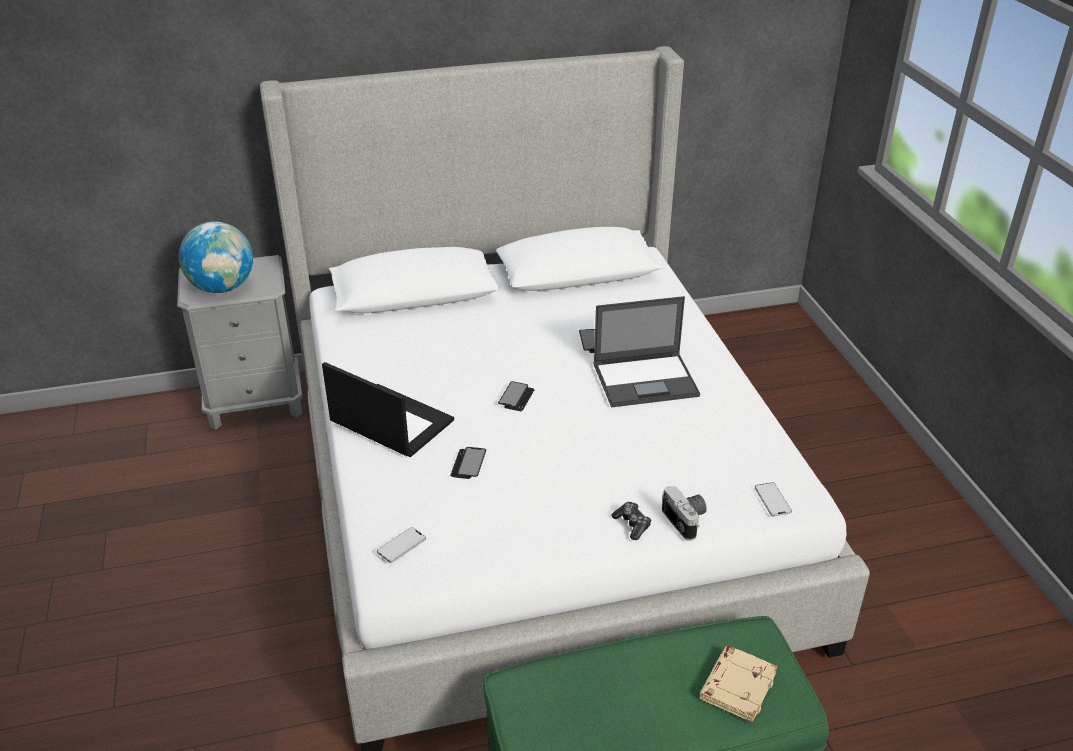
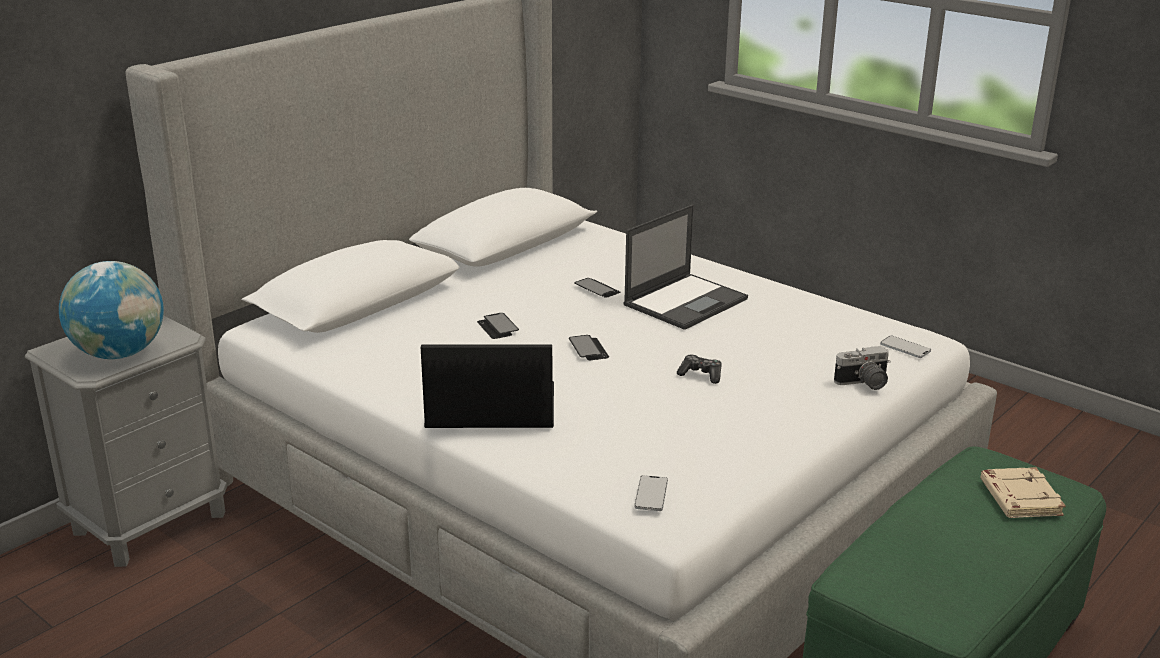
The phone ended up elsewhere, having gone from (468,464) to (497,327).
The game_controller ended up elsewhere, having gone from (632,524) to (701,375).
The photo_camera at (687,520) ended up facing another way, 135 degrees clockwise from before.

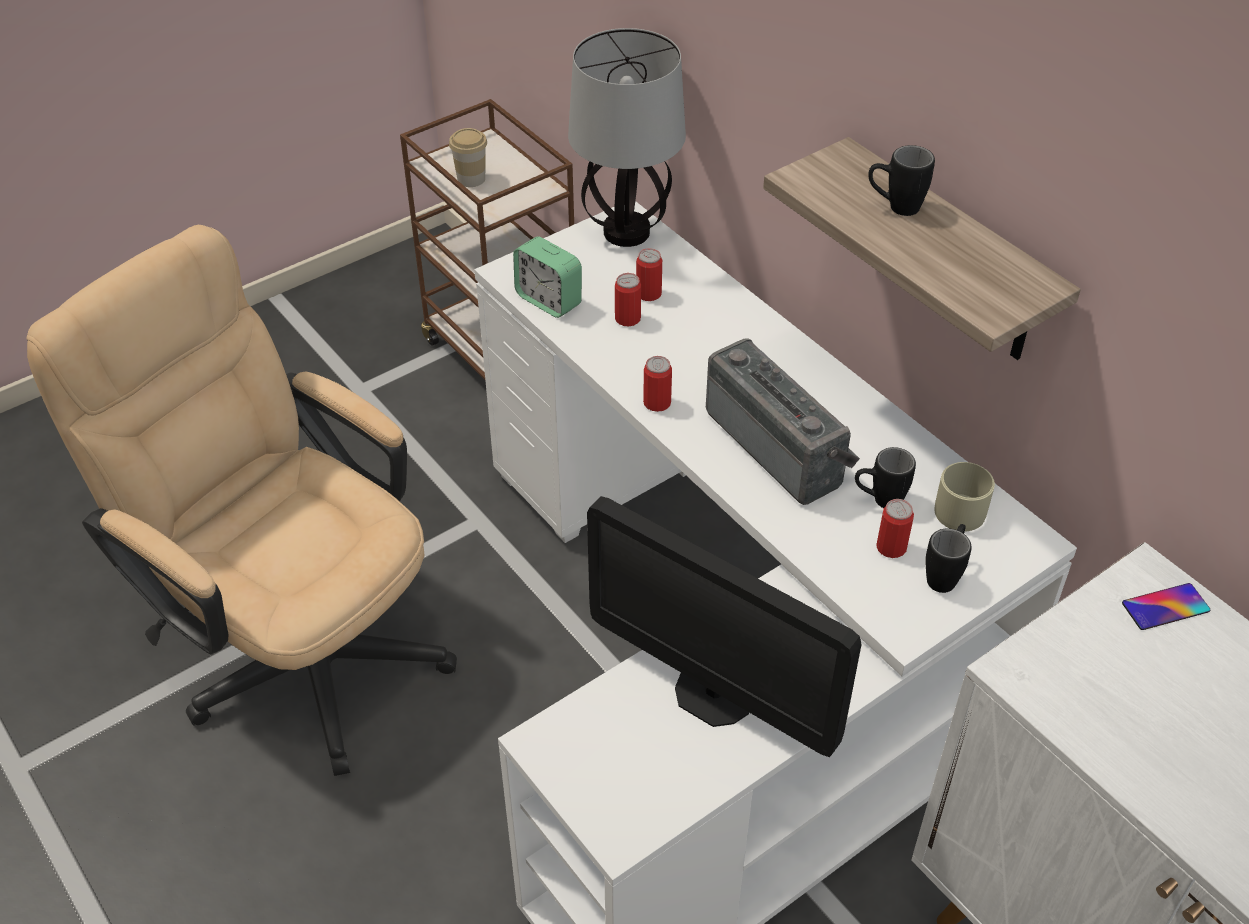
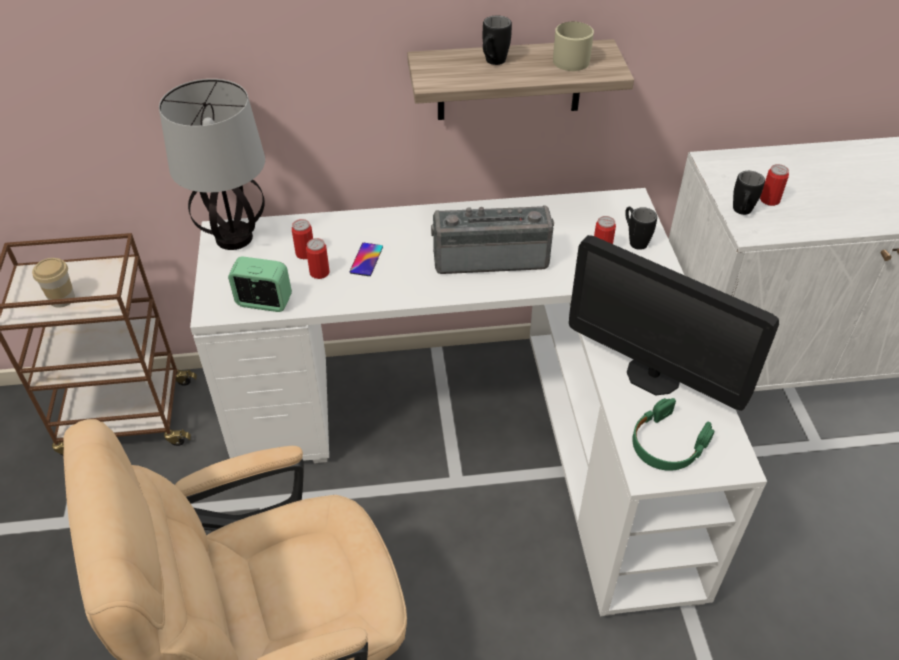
The alarm_clock at (549,300) ended up facing another way, 150 degrees counterclockwise from before.
The monitor at (714,694) ended up facing another way, 60 degrees clockwise from before.
The can ended up elsewhere, having gone from (657,403) to (769,200).
The black_mug ended up elsewhere, having gone from (879,500) to (741,213).
The beige_mug ended up elsewhere, having gone from (962,507) to (568,59).
The phone ended up elsewhere, having gone from (1165,607) to (366,259).
The second view gained the green_headphones at (667,444).

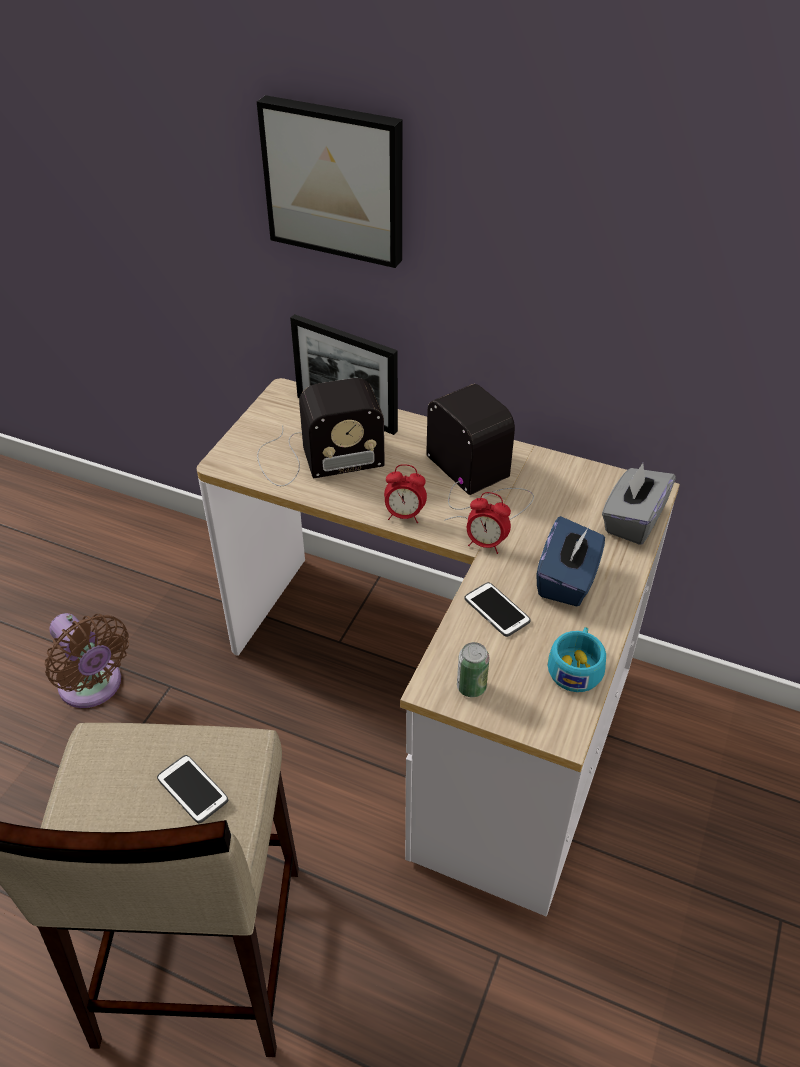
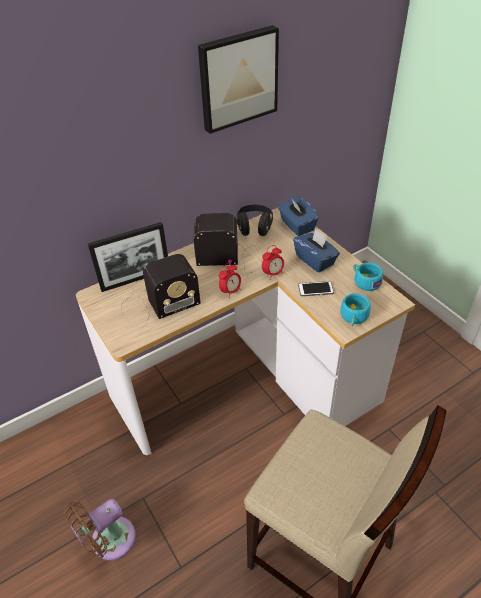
The brown_fan at (93,687) ended up facing another way, 150 degrees clockwise from before.
The second view lost the phone at (192,789).
The picture ended up elsewhere, having gone from (335,180) to (237,78).
The radio at (315,457) ended up facing another way, 45 degrees clockwise from before.
Where the can stood at (471,687), the turquoise_cup came to stand at (353,317).
What was the grey_tissue_box at (633,520) turned into the blue_tissue_box at (297,226).
The second view gained the black_headphones at (254,228).

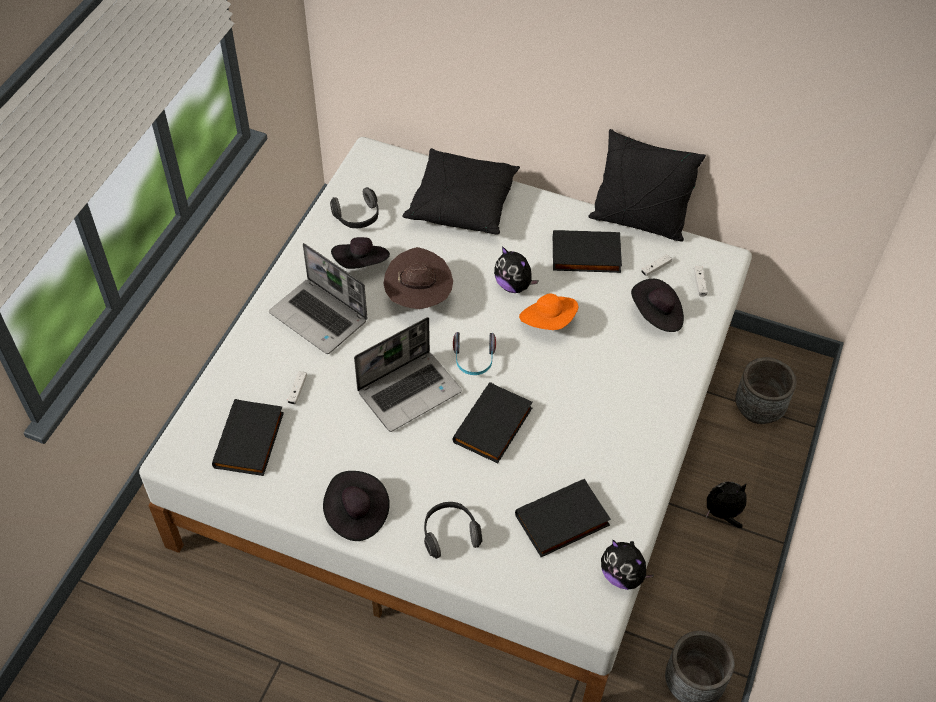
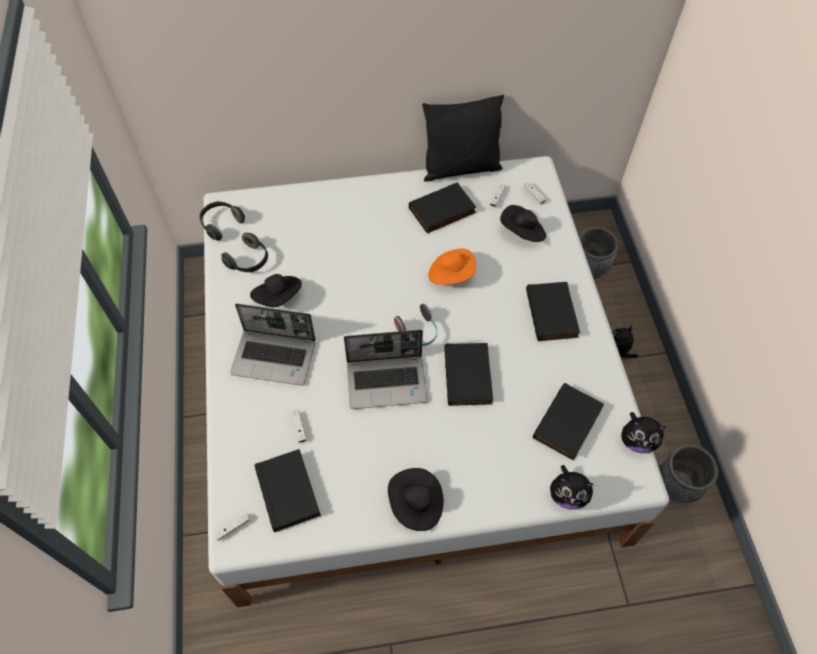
The laptop at (410,391) ended up facing another way, 60 degrees clockwise from before.
The second view lost the brown_hat at (419,299).
The second view lost the black_pillow at (462,204).
The headphones ended up elsewhere, having gone from (450,534) to (221,224).
The plush_toy ended up elsewhere, having gone from (514,285) to (567,495).
The second view gained the white_game_controller at (232,528).
The second view gained the black_book at (553,313).

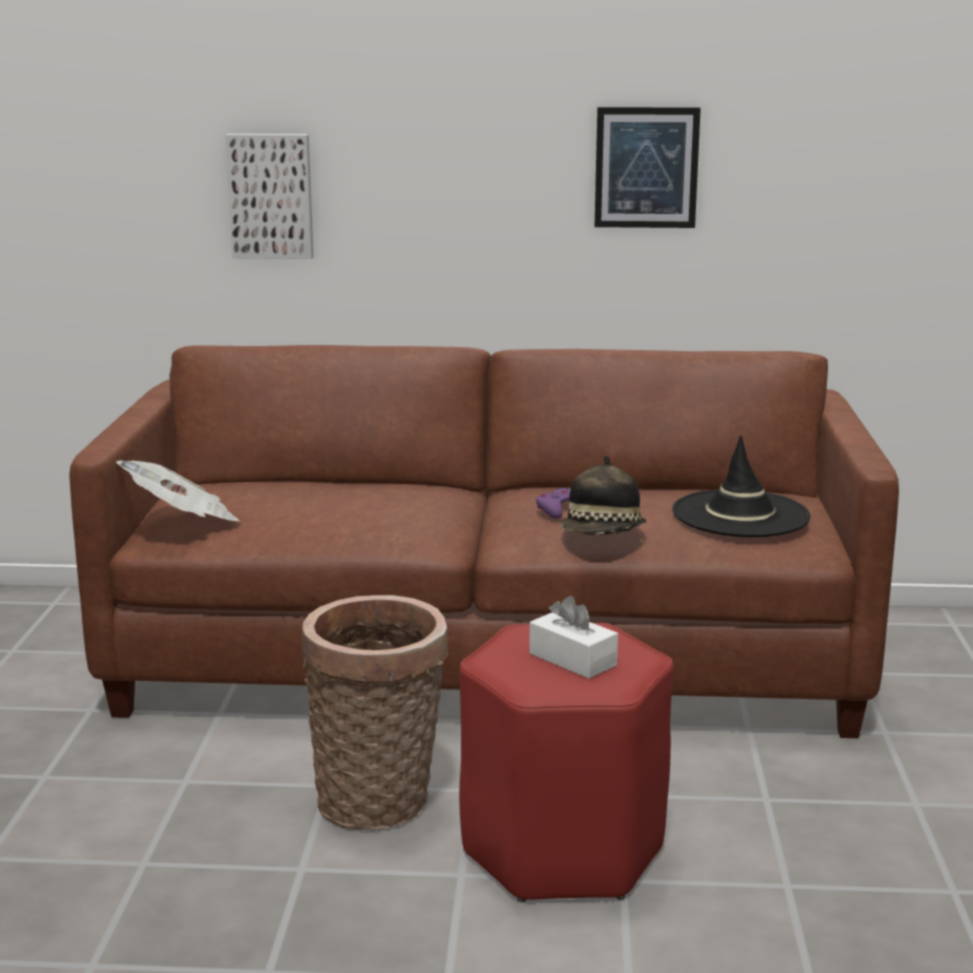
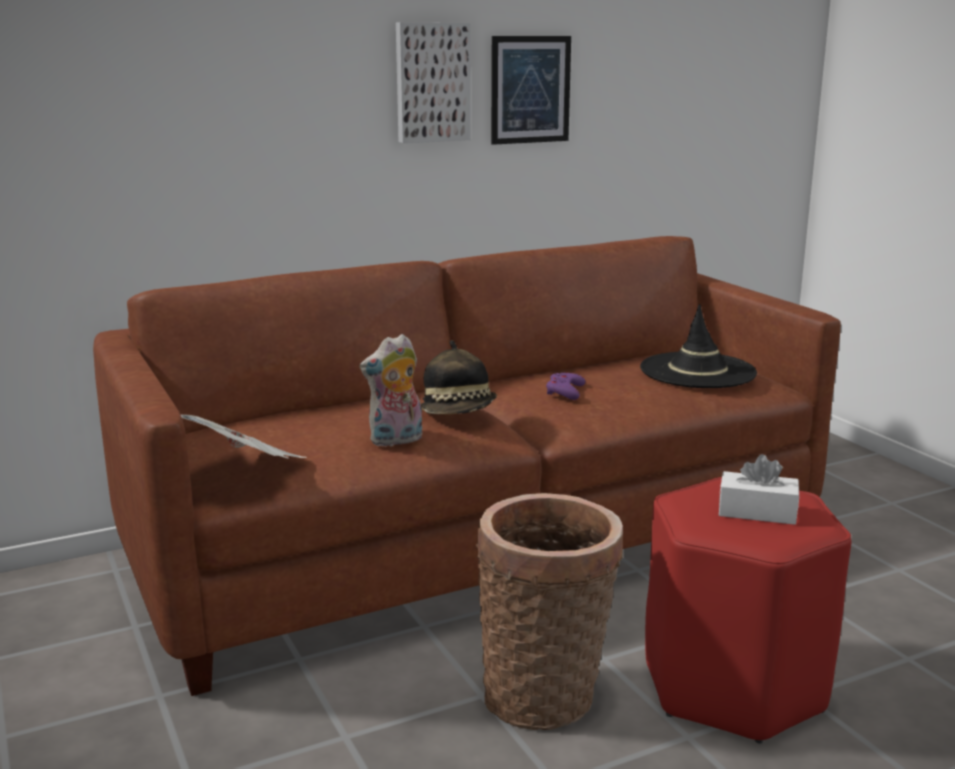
The picture ended up elsewhere, having gone from (271,196) to (431,82).
The hat ended up elsewhere, having gone from (603,535) to (459,413).
The second view gained the plush_toy at (396,441).

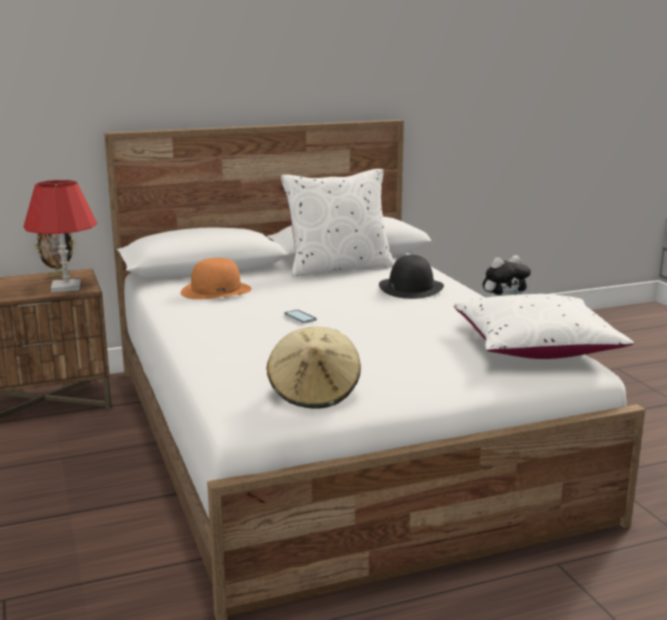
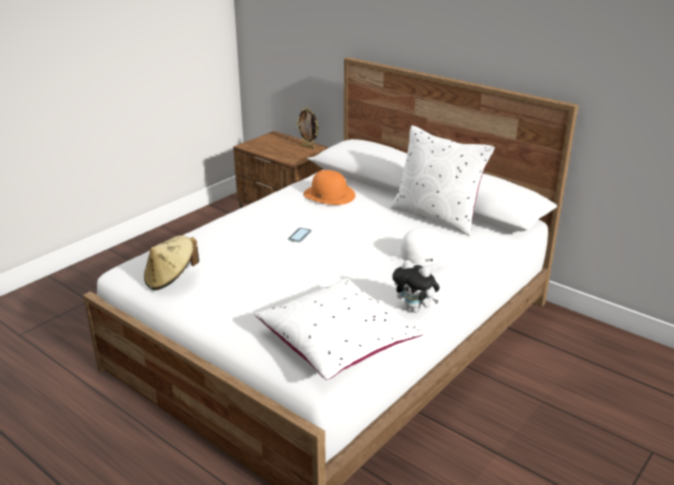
The second view lost the red_table_lamp at (66,287).
What was the black_hat at (411,288) turned into the white_hat at (421,256).

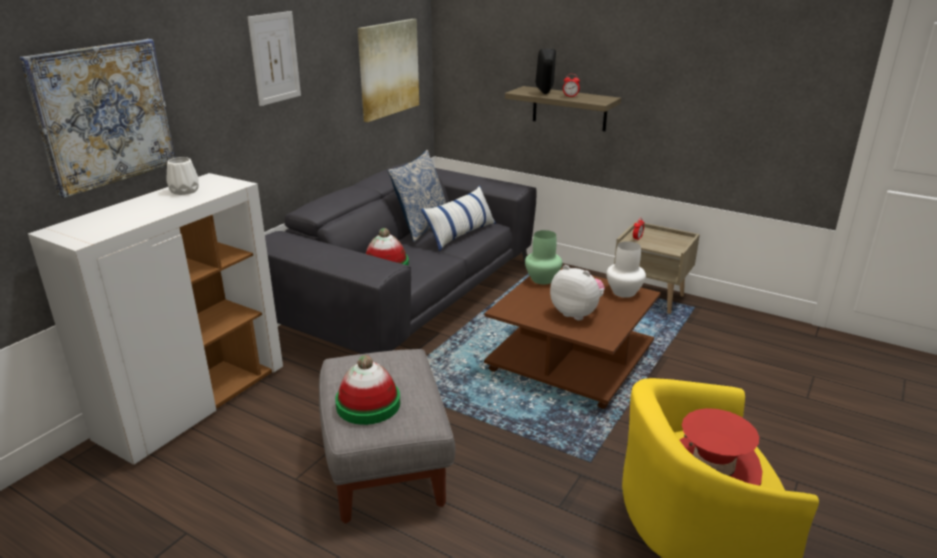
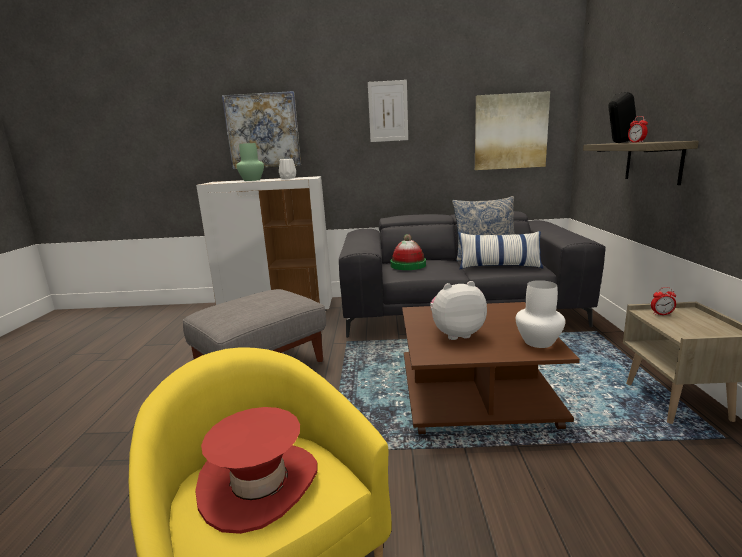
The second view lost the hat at (368,404).
The green_vase ended up elsewhere, having gone from (542,280) to (251,180).
The plush_toy at (576,313) ended up facing another way, 105 degrees counterclockwise from before.

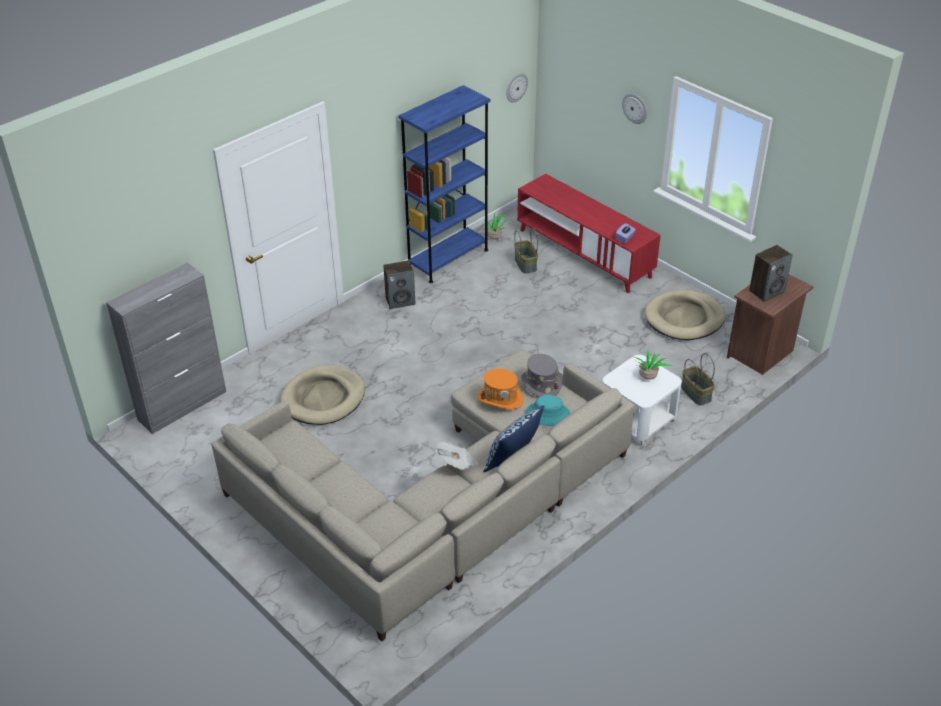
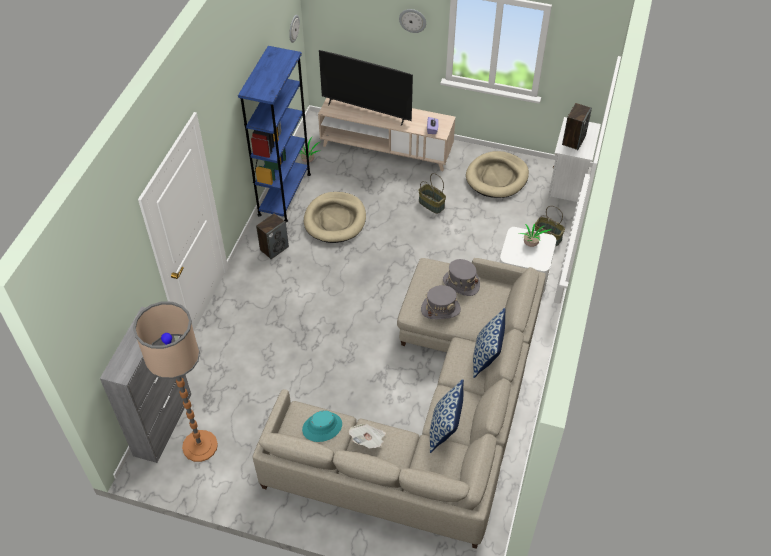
The beige_dog_bed ended up elsewhere, having gone from (323,398) to (335,219).
The newspaper ended up elsewhere, having gone from (457,463) to (368,440).
What was the orange_hat at (500,398) turned into the grey_hat at (440,309).
The basket ended up elsewhere, having gone from (526,264) to (432,204).
What was the red_tv_stand at (584,253) turned into the beige_tv_stand at (386,148).
The turquoise_hat ended up elsewhere, having gone from (548,414) to (322,427).
What was the brown_nightstand at (761,353) turned into the white_nightstand at (568,185).
The second view gained the floor_lamp at (199,446).
The second view gained the television at (366,111).
The second view gained the pillow at (444,430).

